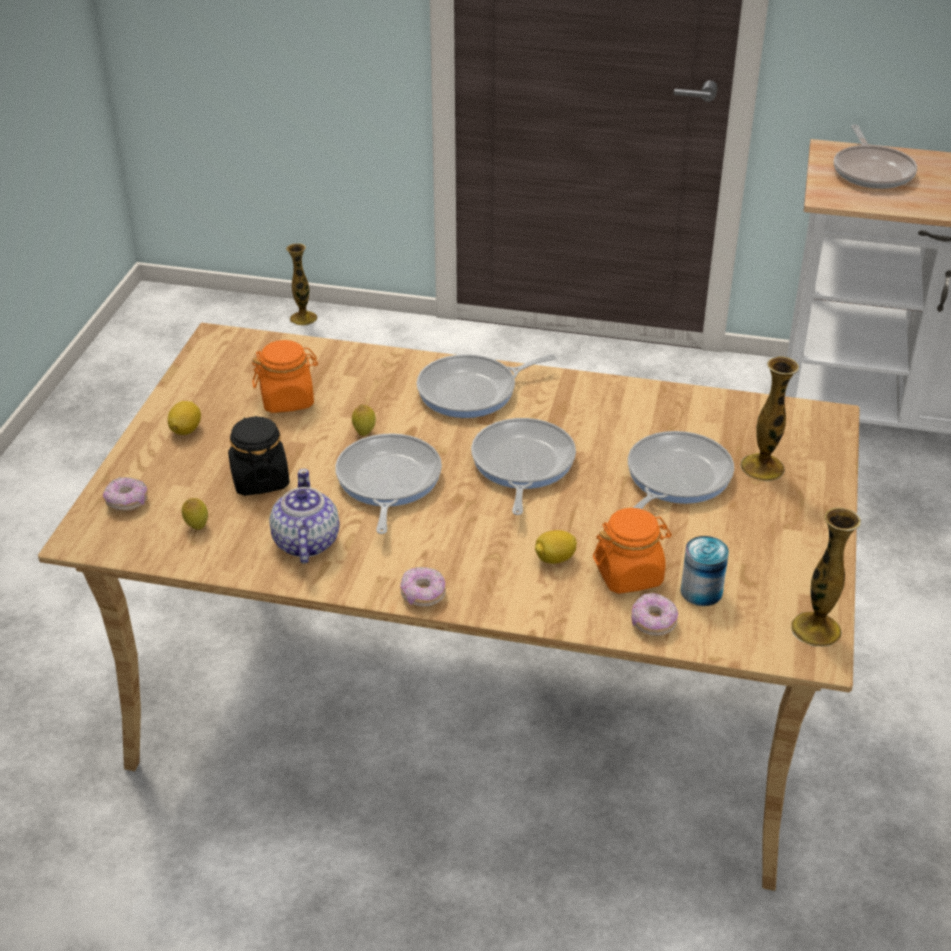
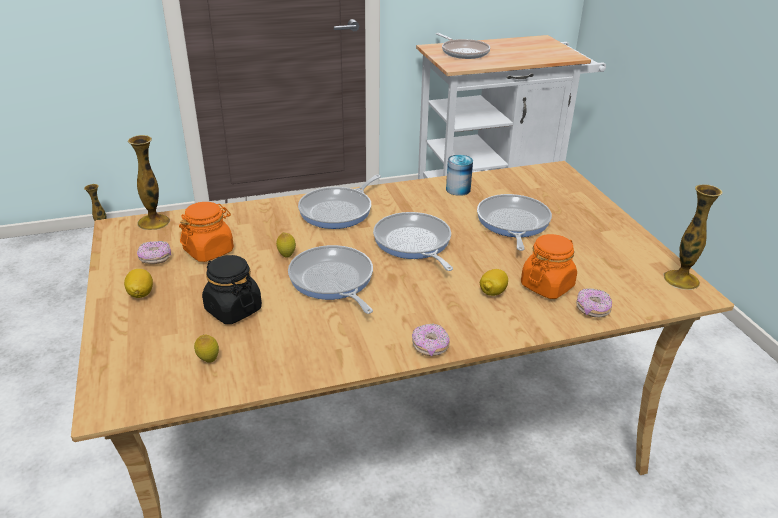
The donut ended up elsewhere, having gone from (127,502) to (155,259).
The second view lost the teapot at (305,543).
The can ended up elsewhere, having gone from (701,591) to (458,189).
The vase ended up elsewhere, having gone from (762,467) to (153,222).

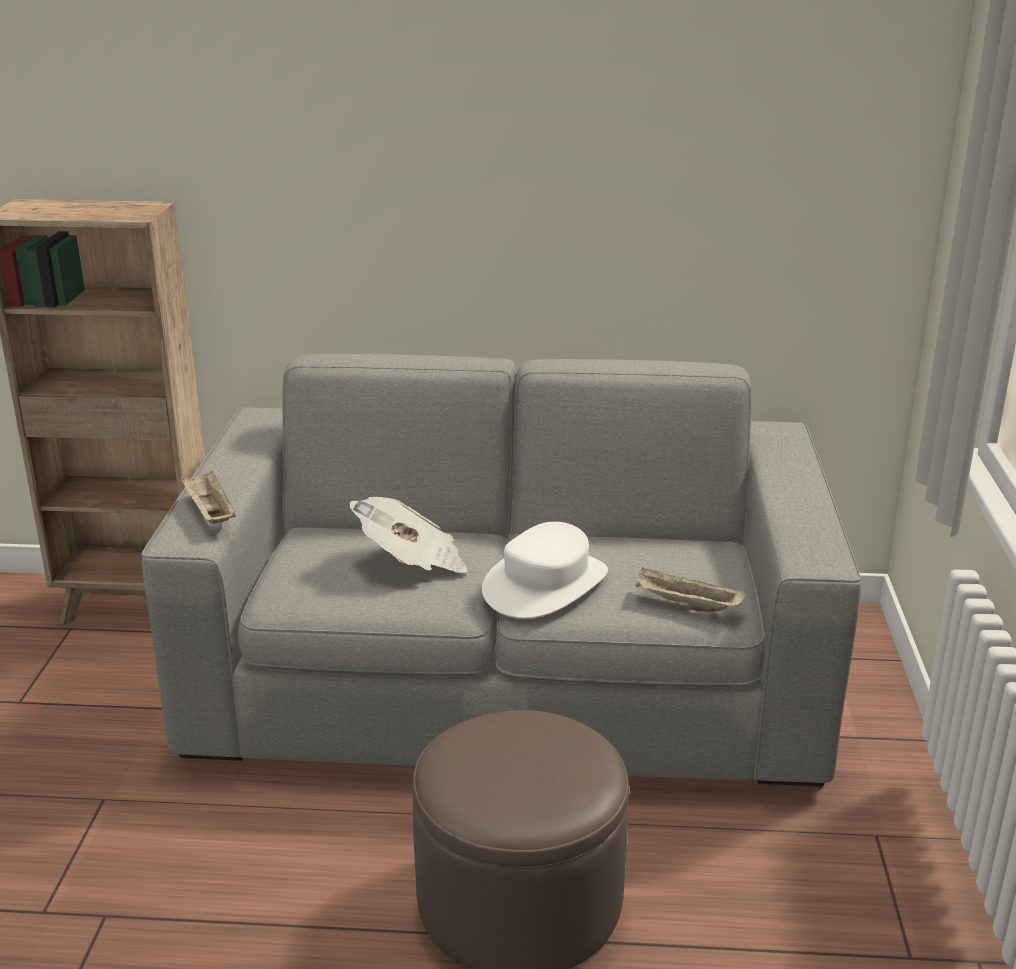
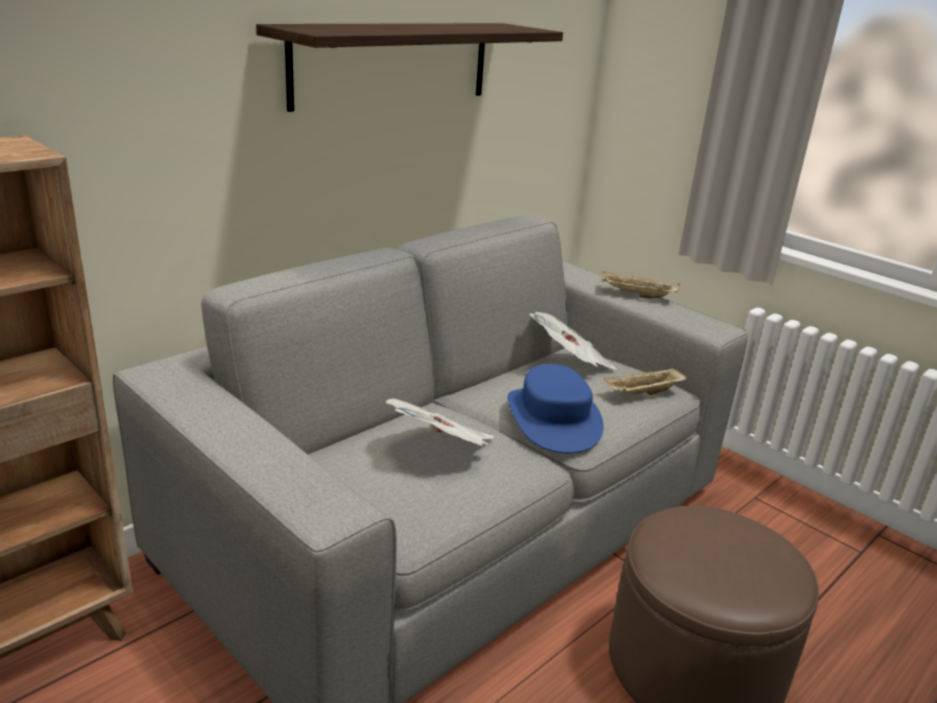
The beige_tray ended up elsewhere, having gone from (210,513) to (636,295).
What was the white_hat at (546,584) turned into the blue_hat at (553,419).
The second view gained the shelf at (393,63).
The second view gained the newspaper at (570,362).

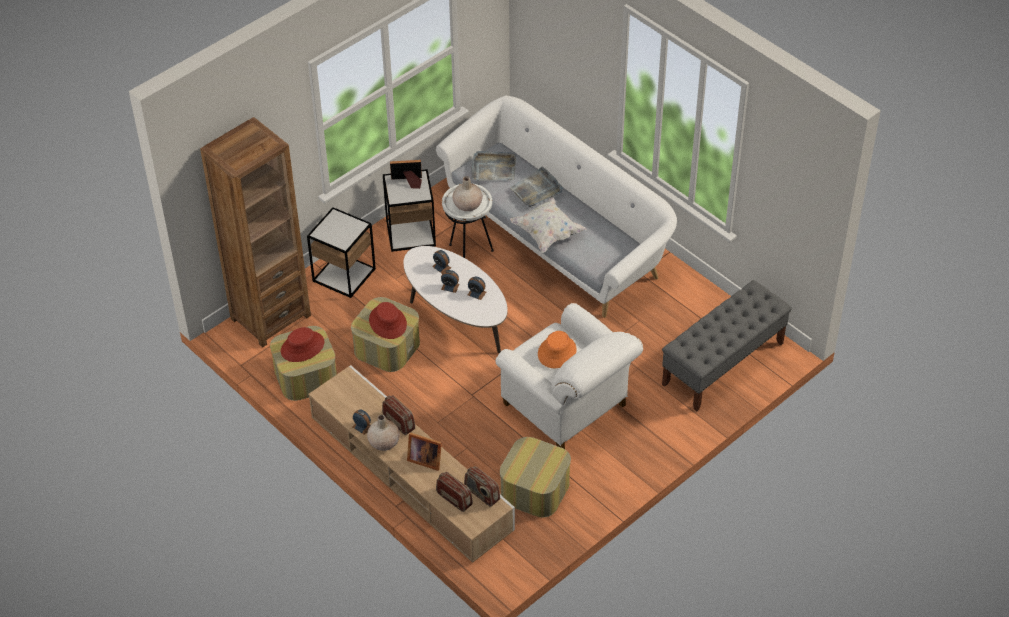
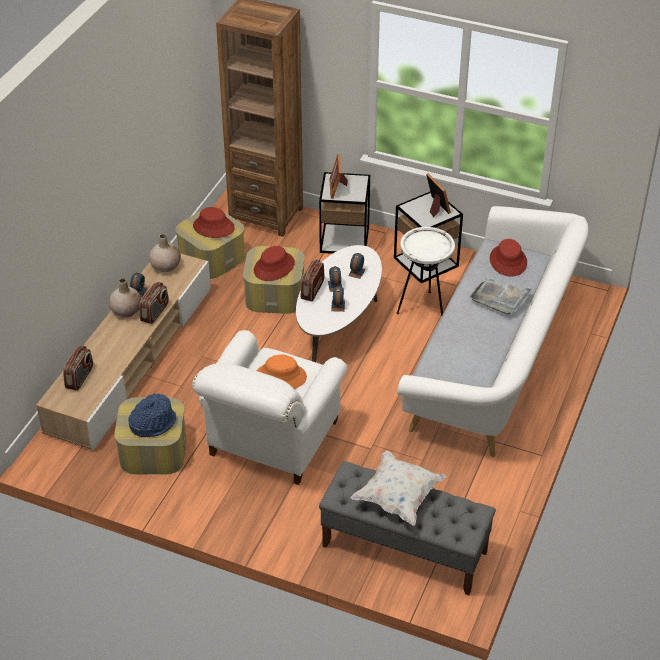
The picture_frame ended up elsewhere, having gone from (424,459) to (338,188).
The beige_vase ended up elsewhere, having gone from (467,205) to (166,266).
The radio ended up elsewhere, having gone from (482,494) to (312,290).
Where the grey_tray stood at (493,168), the red_hat came to stand at (508,261).
The white_pillow ended up elsewhere, having gone from (547,233) to (398,497).
The second view gained the blue_hat at (153,423).

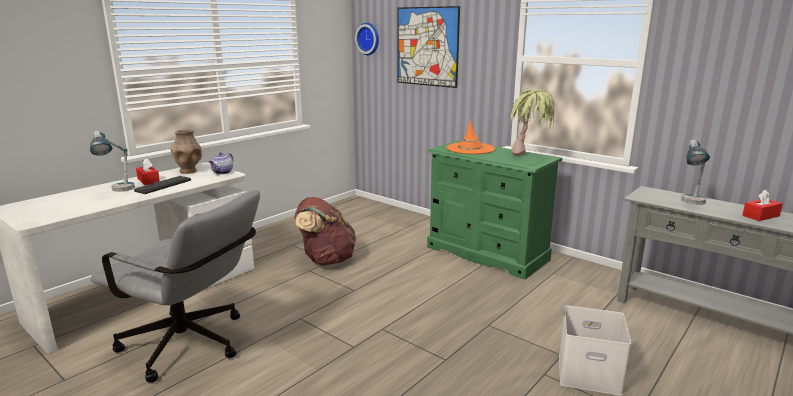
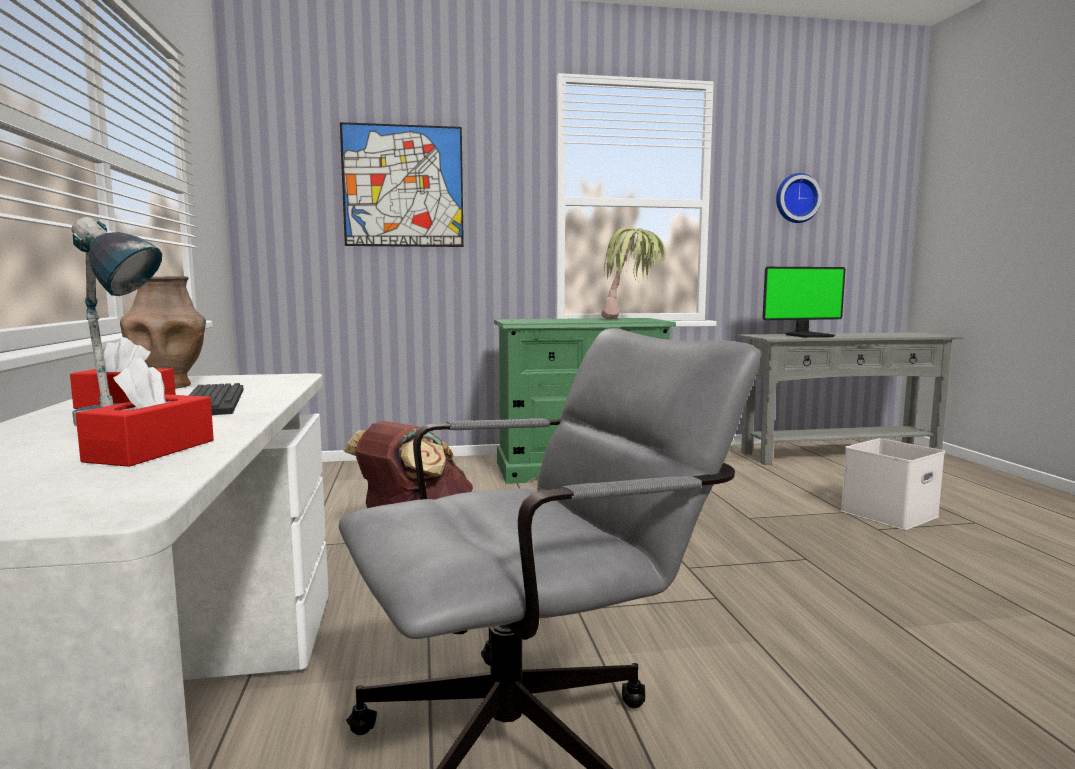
The second view lost the teapot at (222,172).
The wall_clock ended up elsewhere, having gone from (369,39) to (796,198).
The second view lost the orange_hat at (470,149).
Where the table_lamp stood at (691,203), the monitor came to stand at (808,335).
The red_tissue_box ended up elsewhere, having gone from (760,216) to (151,451).

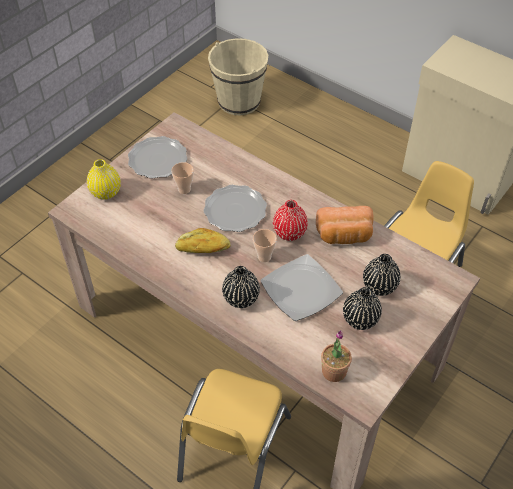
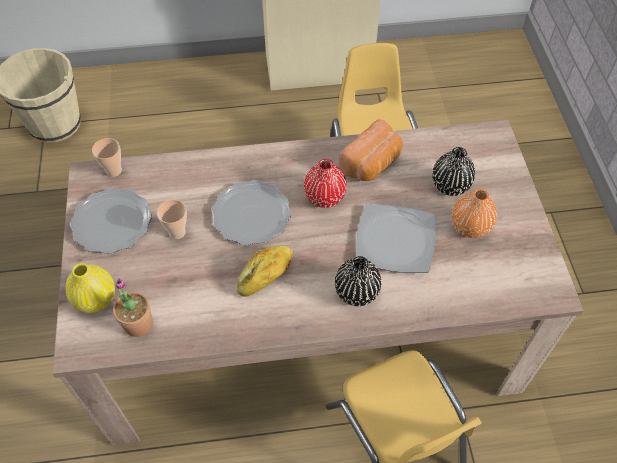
The cup ended up elsewhere, having gone from (264,257) to (114,170).
The potted_plant ended up elsewhere, having gone from (334,371) to (138,324).
What was the black_vase at (360,319) turned into the orange_vase at (470,226).

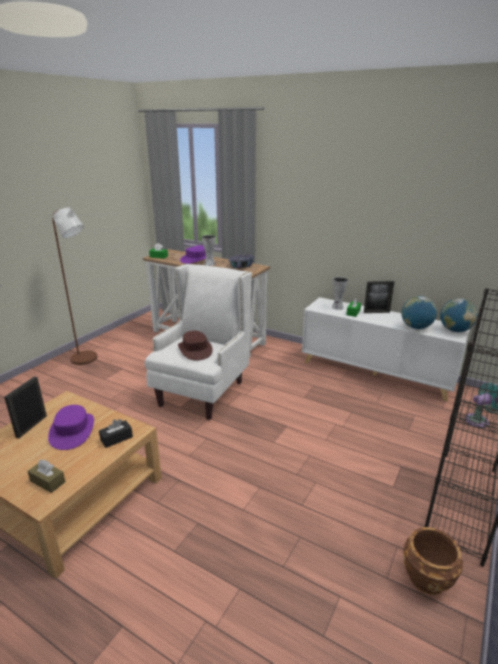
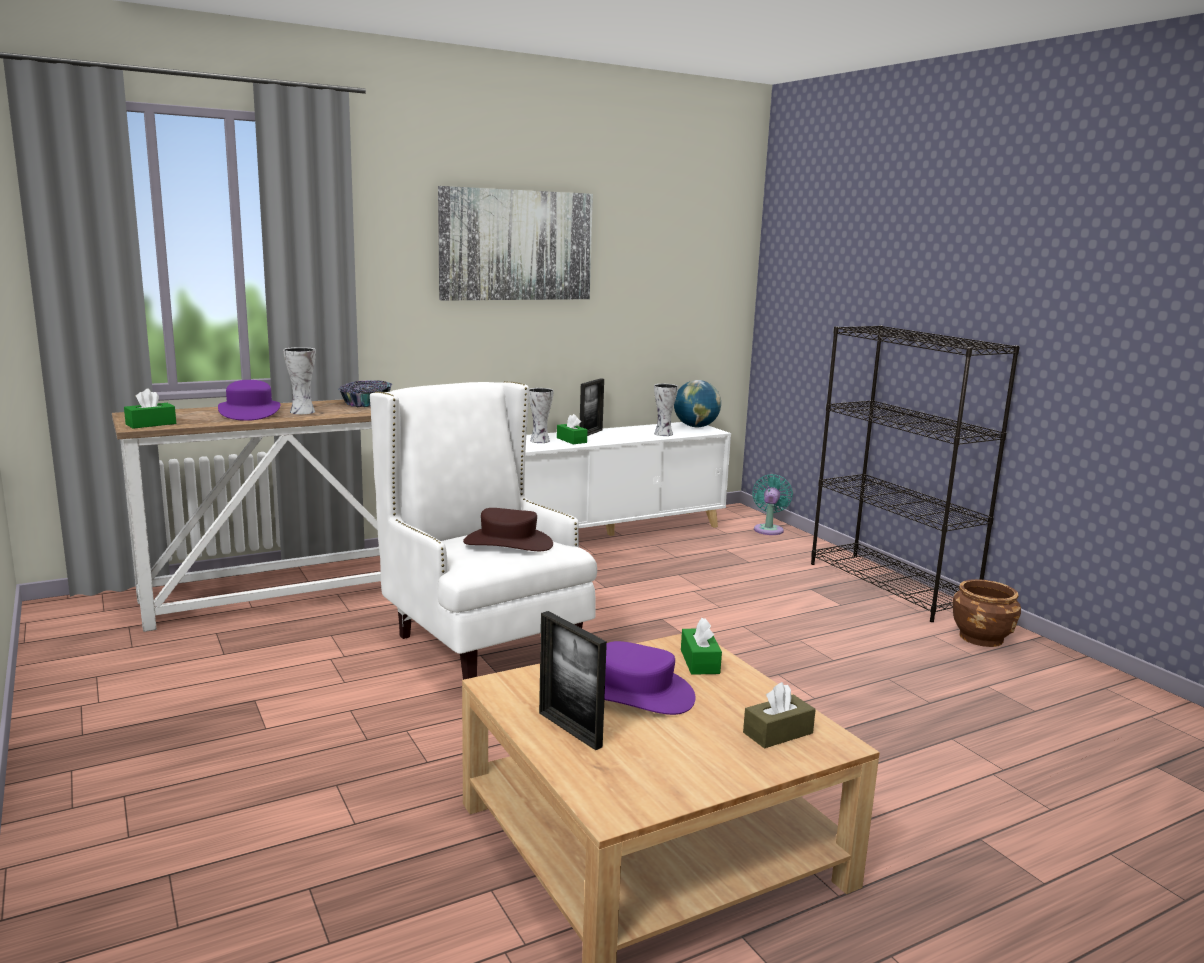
The second view lost the brown_floor_lamp at (87,359).
What was the black_tissue_box at (116,438) turned into the green_tissue_box at (699,661).
Where the globe stood at (416,327), the vase came to stand at (663,434).
The second view gained the picture at (516,245).

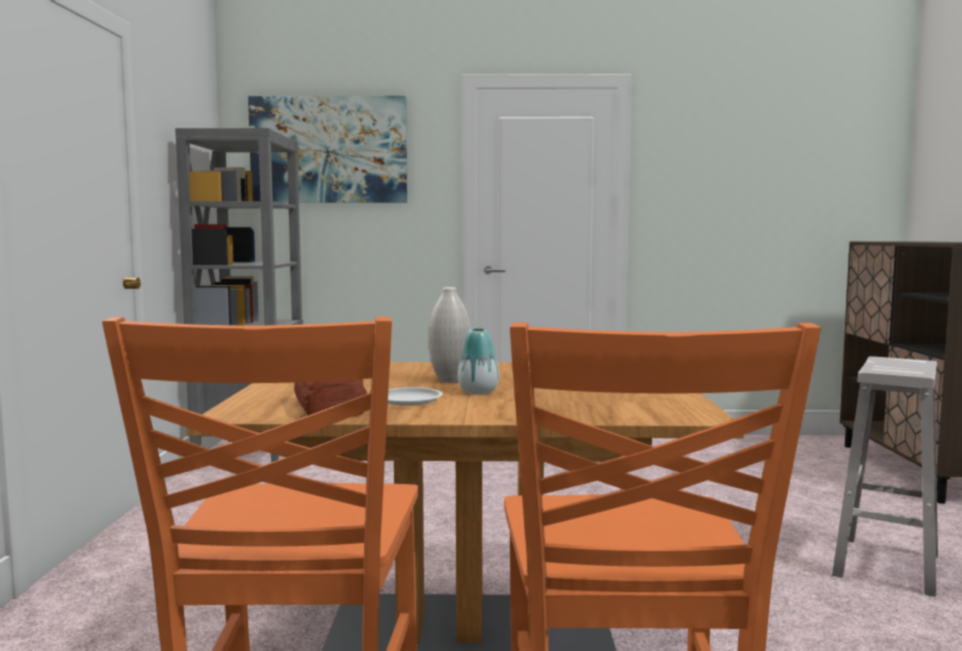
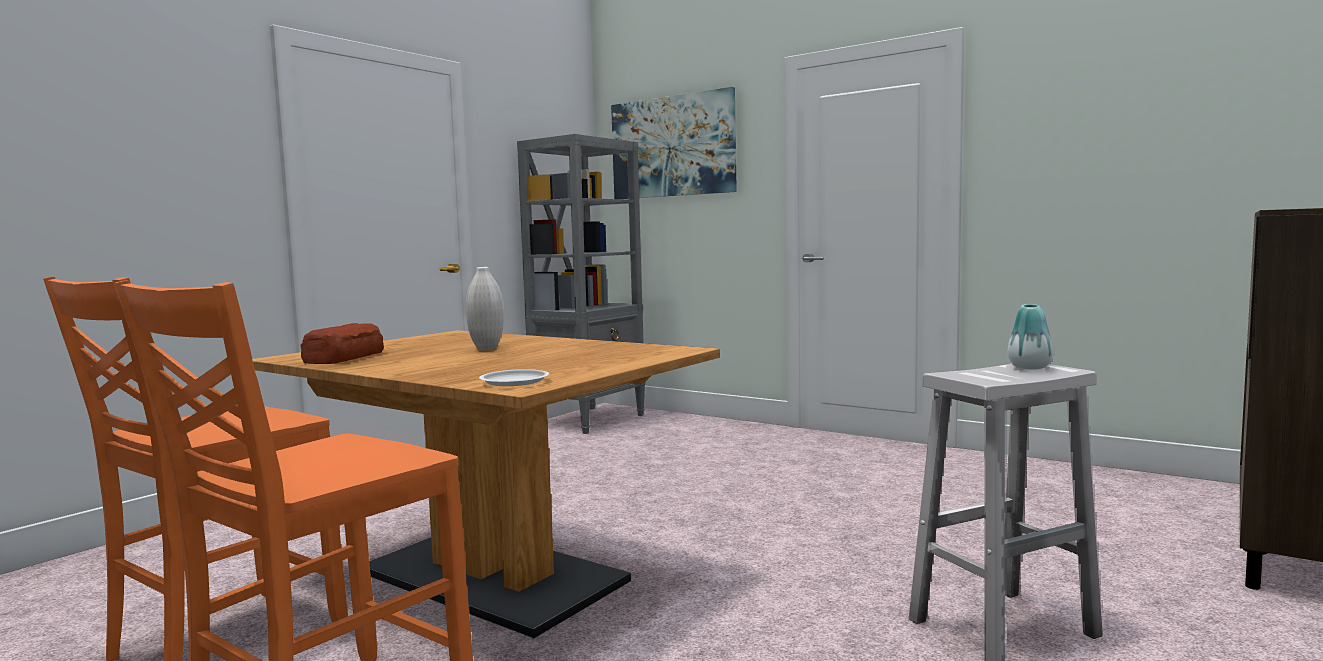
The white_plate ended up elsewhere, having gone from (408,400) to (514,382).
The vase ended up elsewhere, having gone from (478,392) to (1029,367).

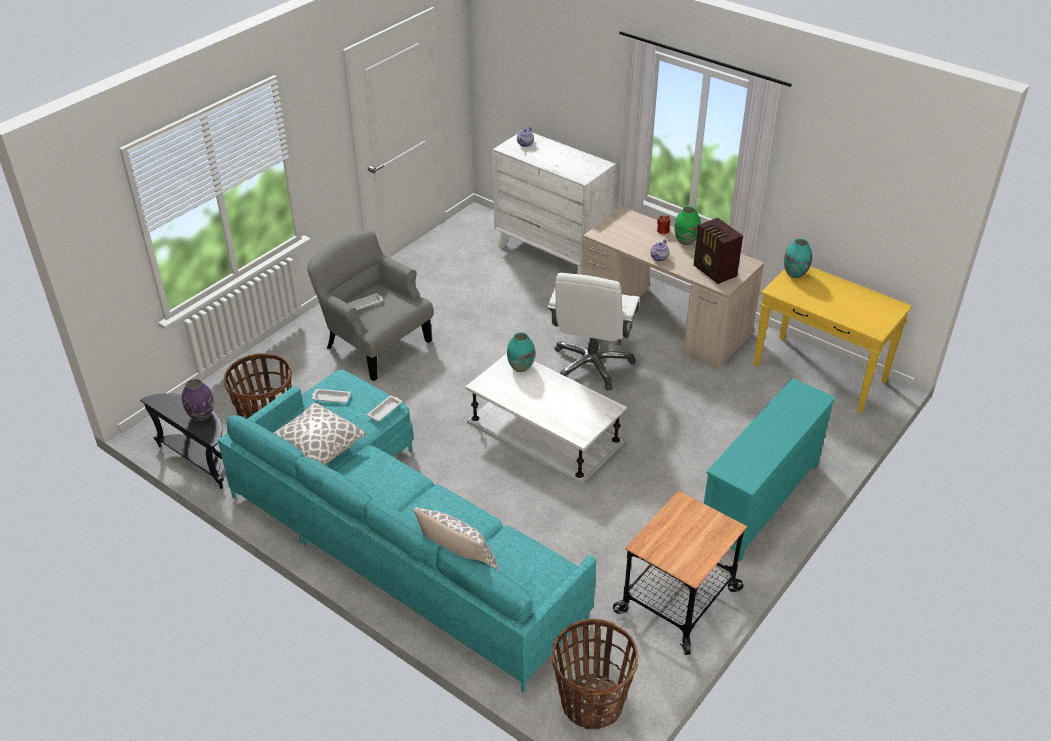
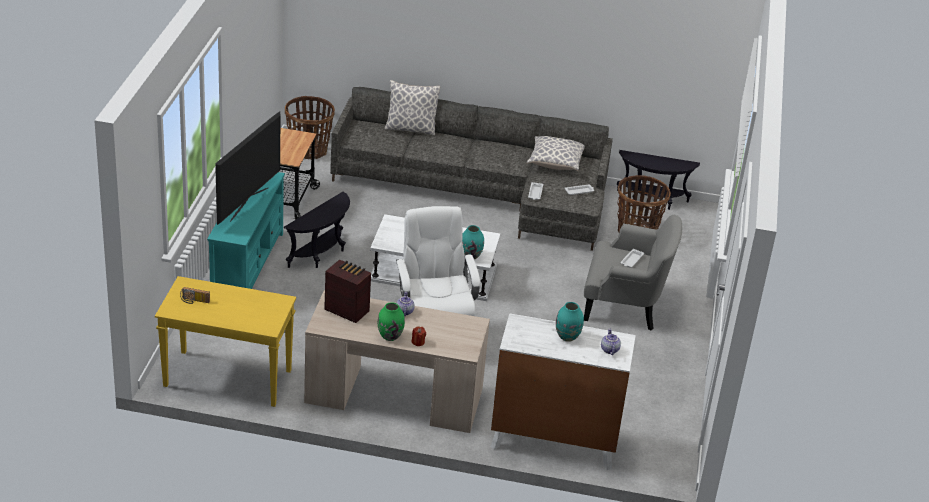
The second view lost the purple_vase at (202,415).
What was the turquoise_sofa at (395,537) turned into the grey_sofa at (481,192).
The turquoise_vase ended up elsewhere, having gone from (794,273) to (567,337).
The second view gained the radio at (194,301).
The second view gained the television at (248,204).
The second view gained the black_side_table at (321,254).

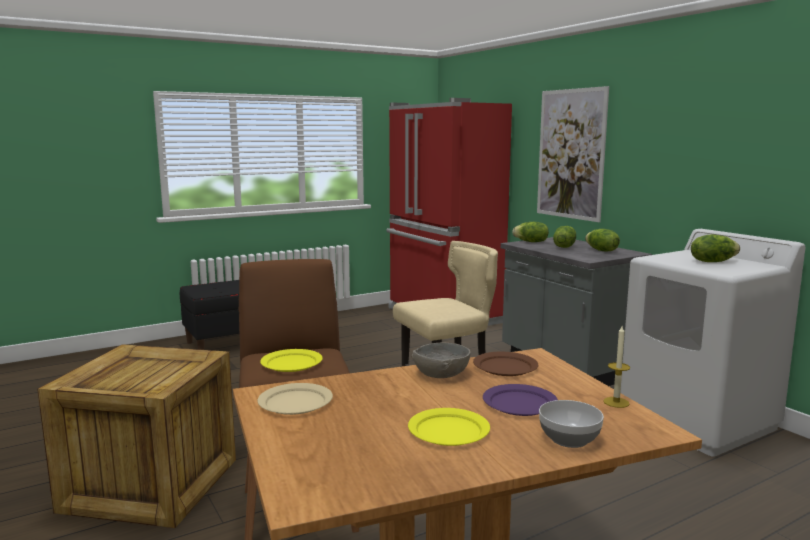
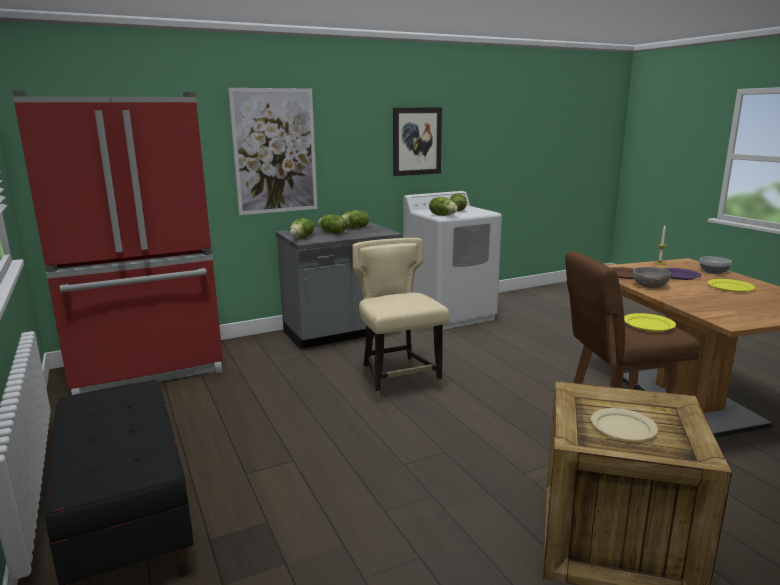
The beige_plate ended up elsewhere, having gone from (295,402) to (622,427).
The second view gained the picture at (416,141).
The second view gained the lettuce at (442,215).

